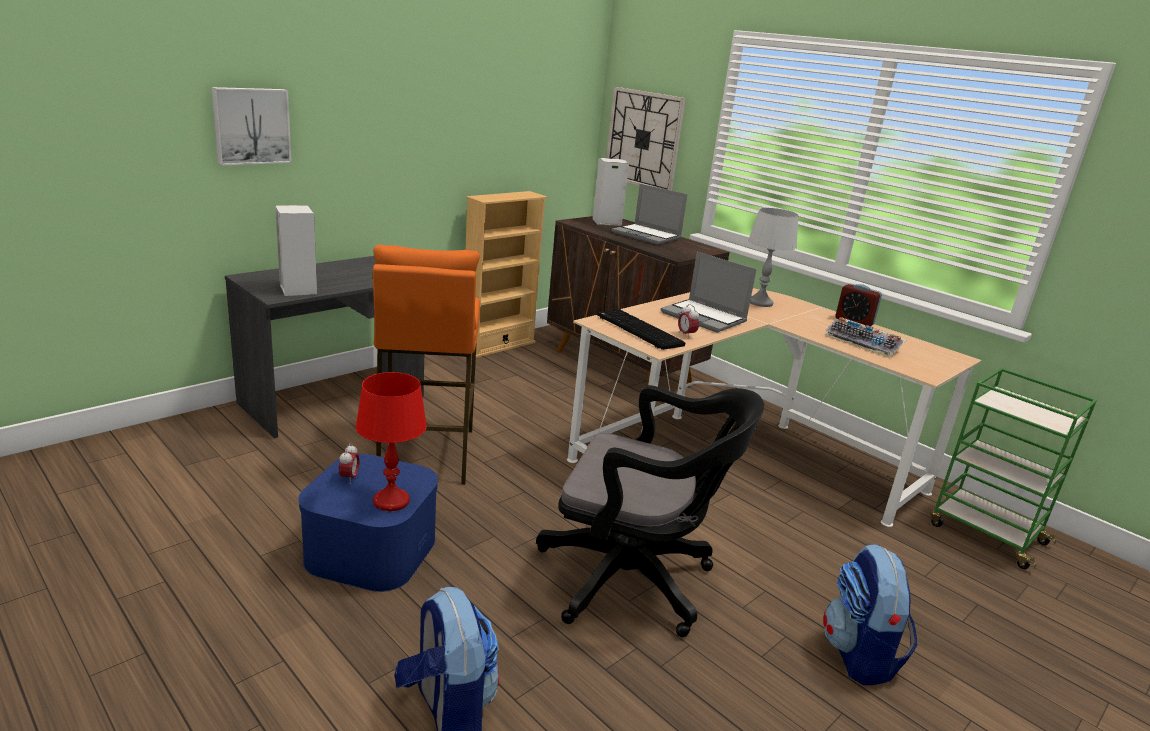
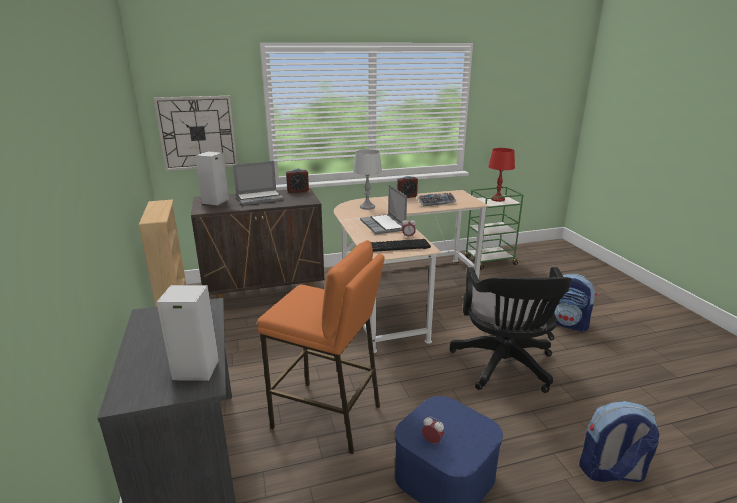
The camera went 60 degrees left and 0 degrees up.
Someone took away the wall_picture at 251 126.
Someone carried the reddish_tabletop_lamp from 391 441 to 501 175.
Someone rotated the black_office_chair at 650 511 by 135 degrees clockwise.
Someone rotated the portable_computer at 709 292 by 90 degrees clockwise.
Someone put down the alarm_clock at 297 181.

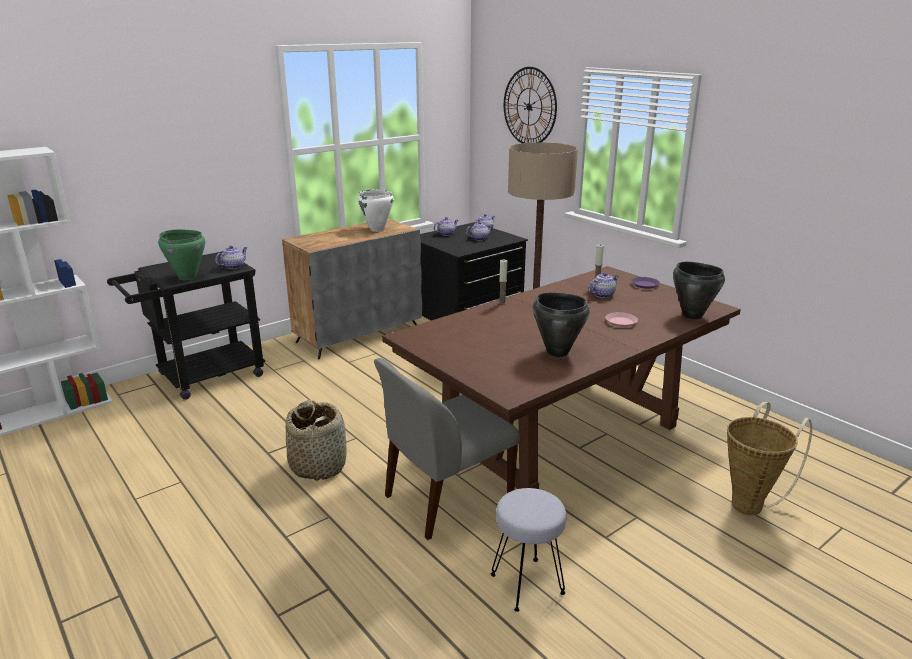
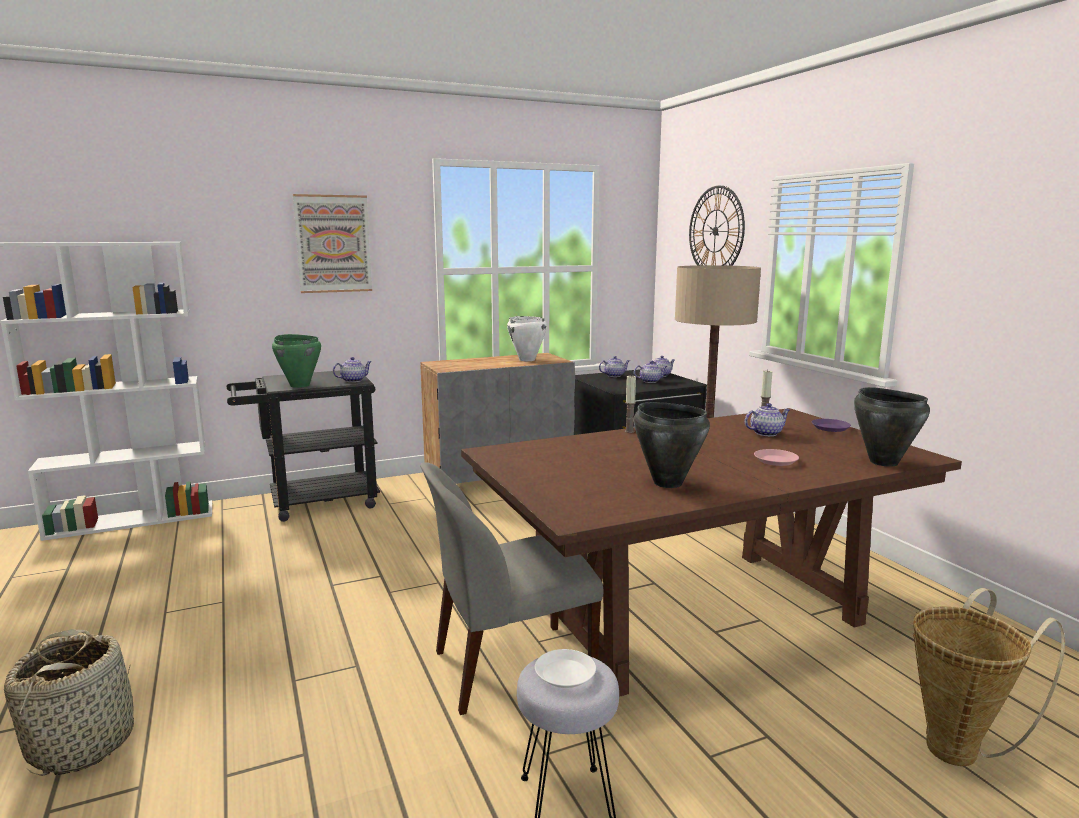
The camera went 15 degrees right and 10 degrees down.
Someone carried the household_basket from 316 440 to 69 702.
Someone put up the wall_picture at 332 243.
Someone put down the whitish_flat_dish at 565 668.

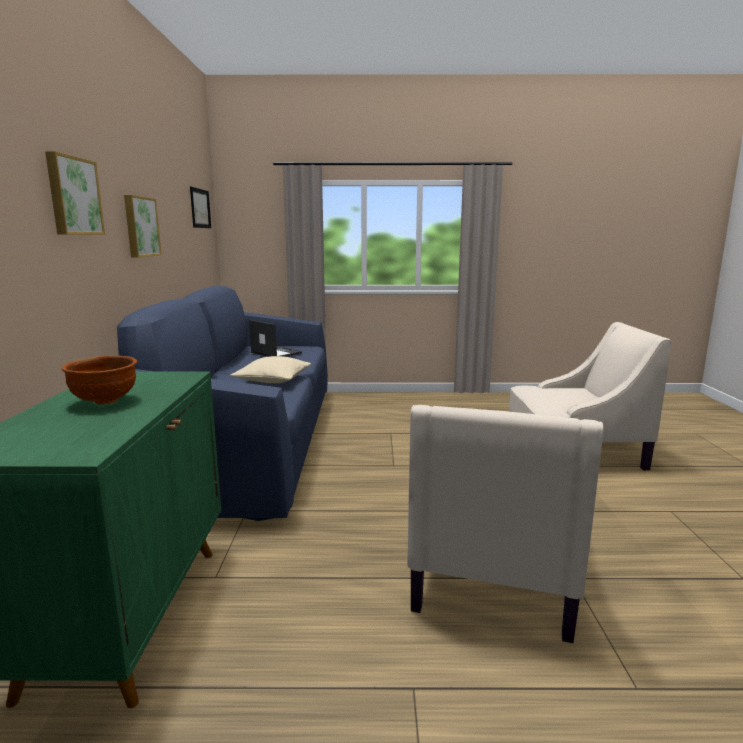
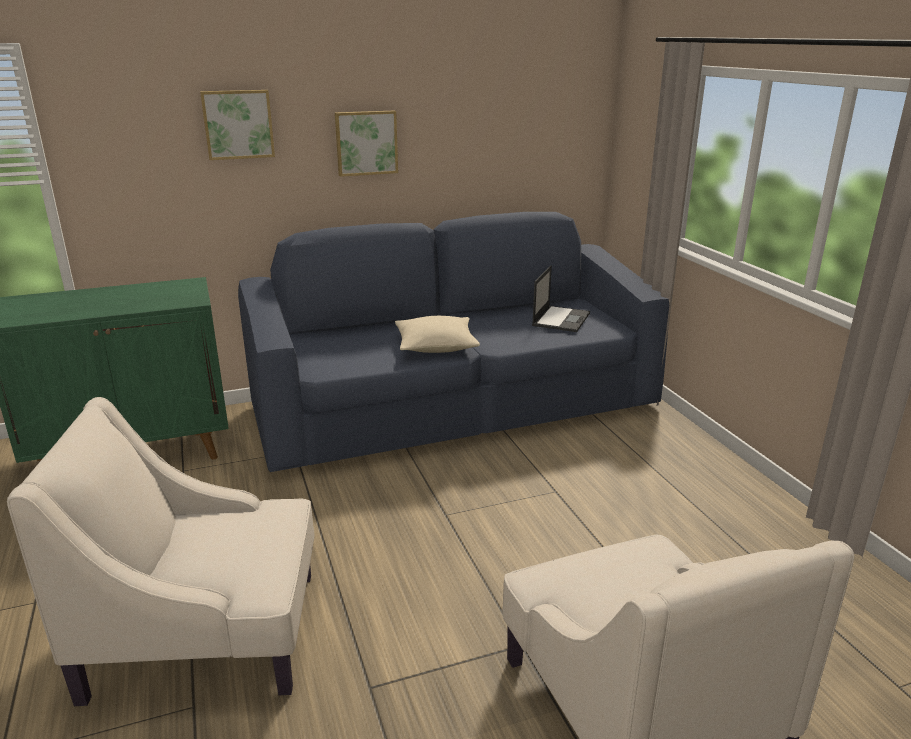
The camera went 70 degrees right and 10 degrees up.
Someone took away the brownish_deep_dish at 99 380.
Someone took away the wall_picture at 200 207.

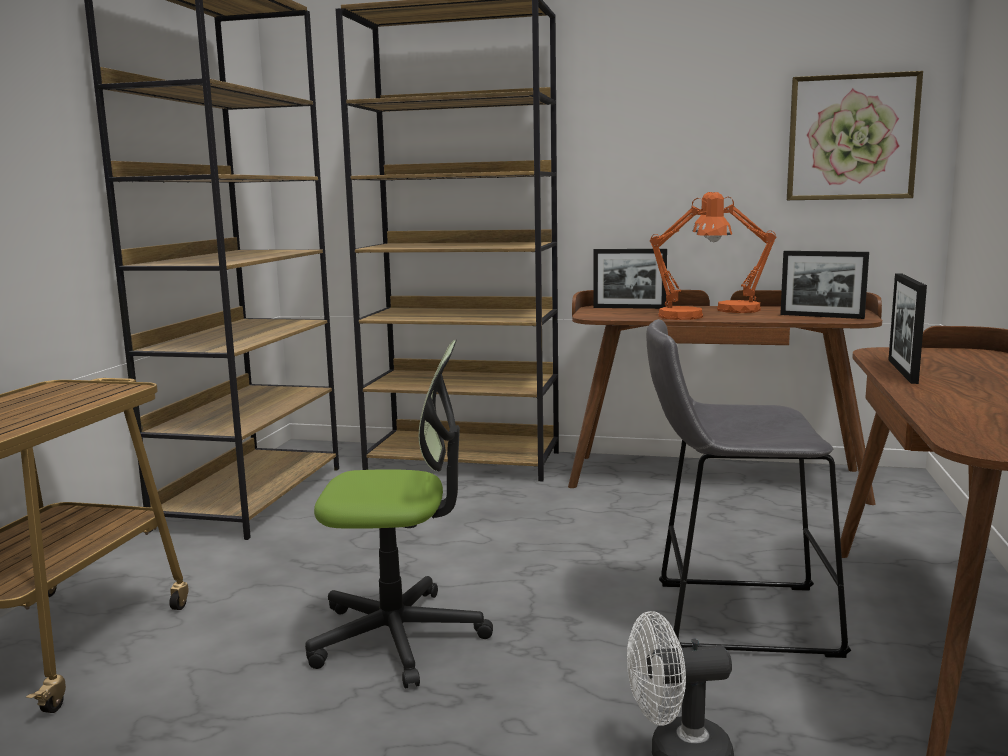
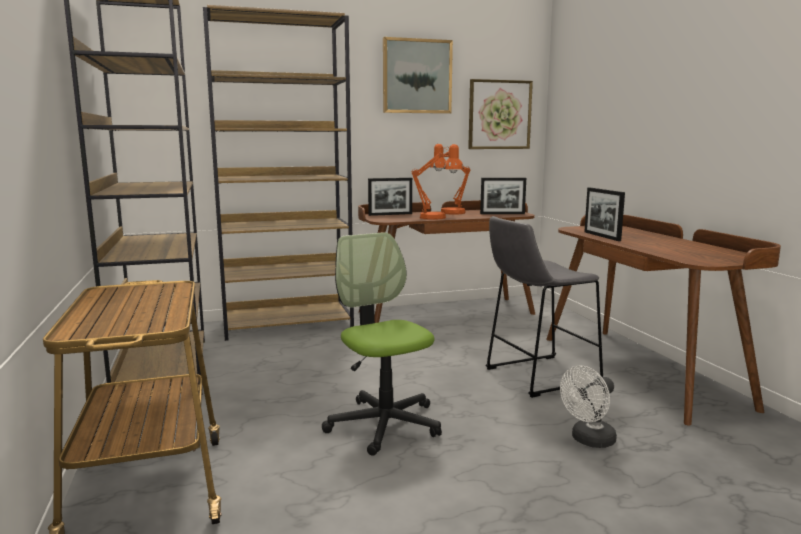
The camera went 30 degrees left and 0 degrees up.
Someone rotated the office_chair at 399 514 by 90 degrees counterclockwise.
Someone put up the wall_picture at 418 75.

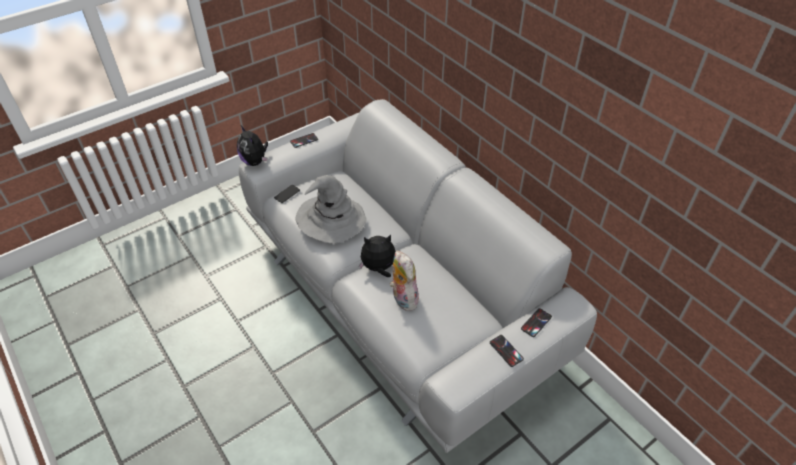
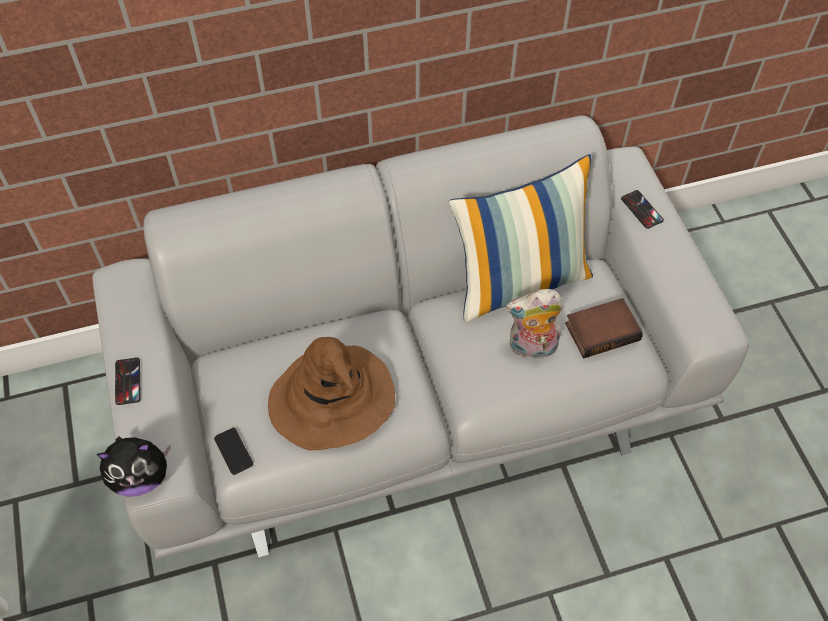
The camera went 70 degrees left and 10 degrees up.
Someone repainted the grey_hat at 330 209, which became the brownish_hat at 331 393.
Someone took away the soft_toy at 377 256.
Someone took away the telephone at 507 351.
Someone put down the pillow at 521 238.
Someone put down the book at 604 328.

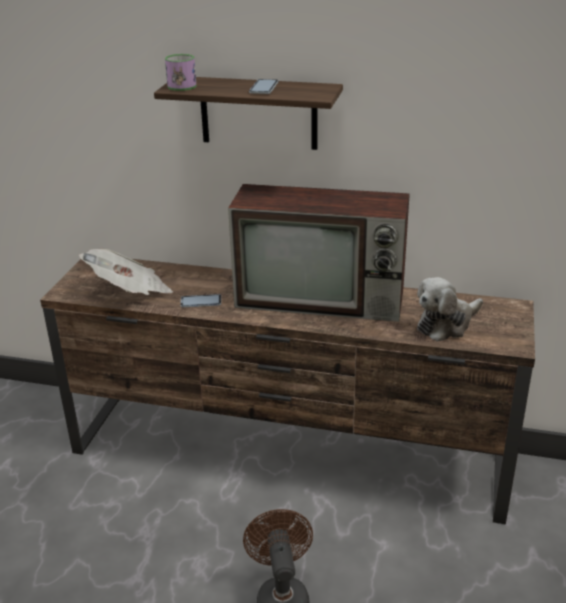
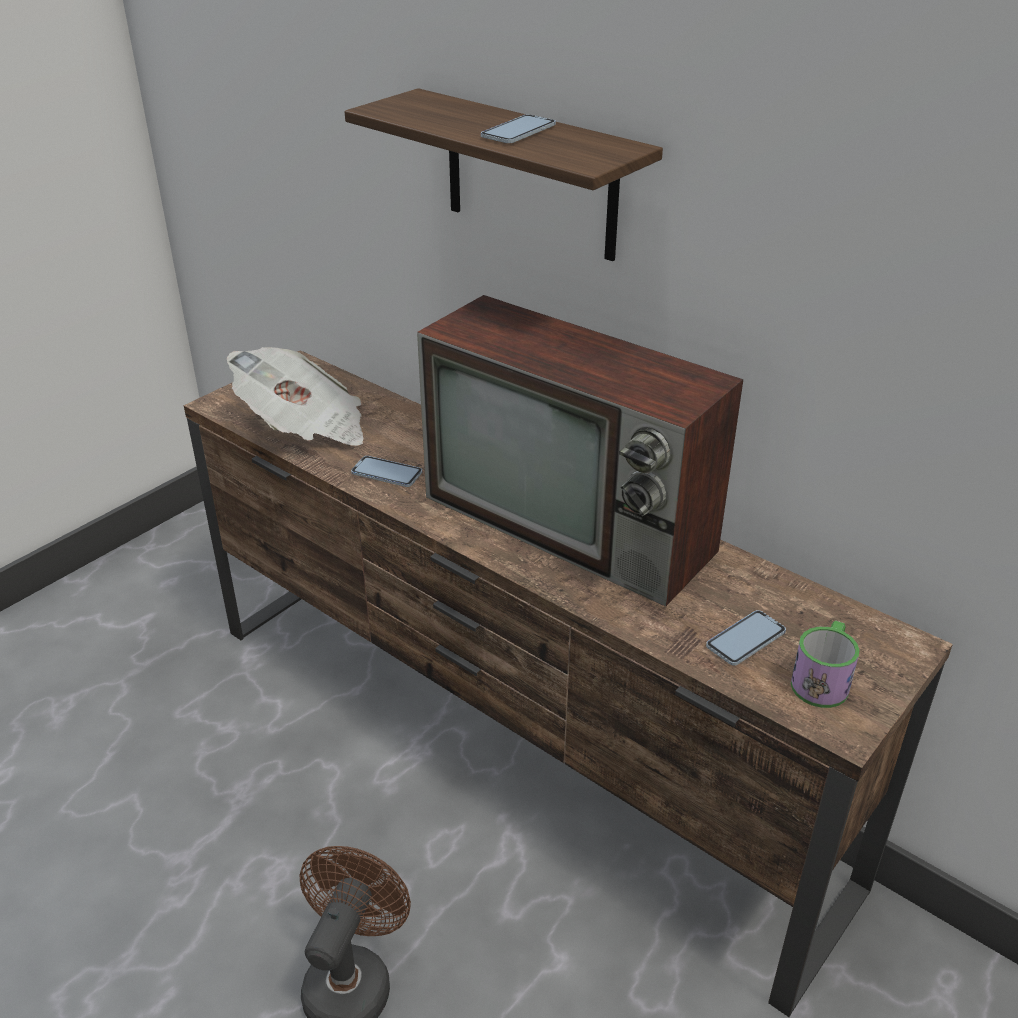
The camera went 25 degrees right and 5 degrees up.
Someone carried the mug from 181 72 to 825 664.
Someone swapped the soft_toy at 450 309 for the telephone at 746 638.

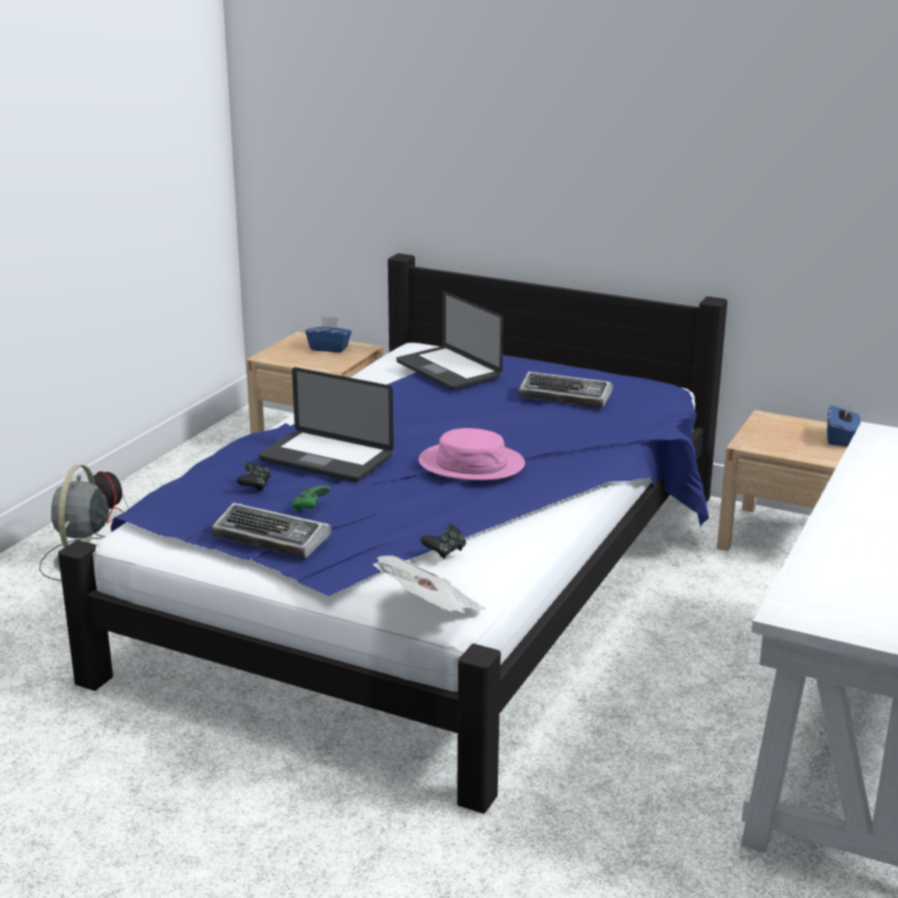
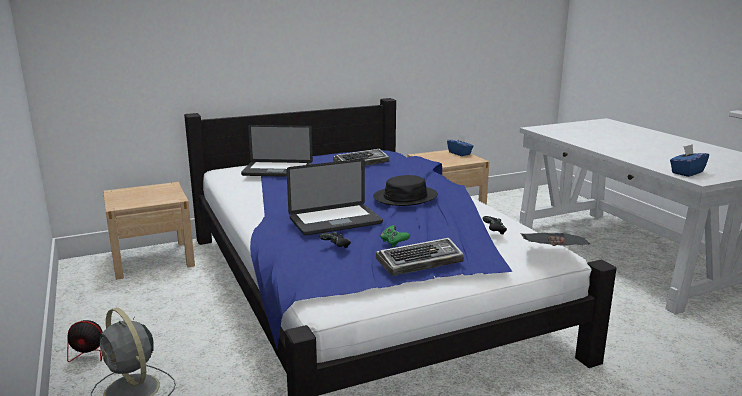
The camera went 50 degrees left and 5 degrees down.
Someone carried the blue_box_of_tissues from 328 334 to 689 160.
Someone repainted the pink-coloured_hat at 472 454, which became the black_hat at 405 190.

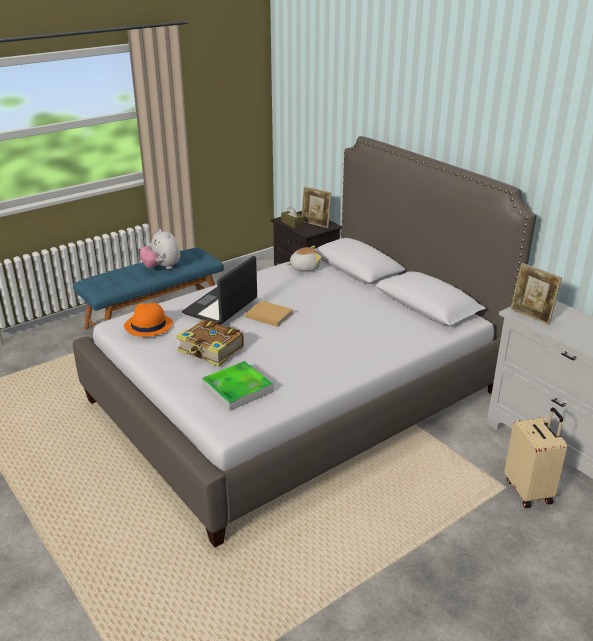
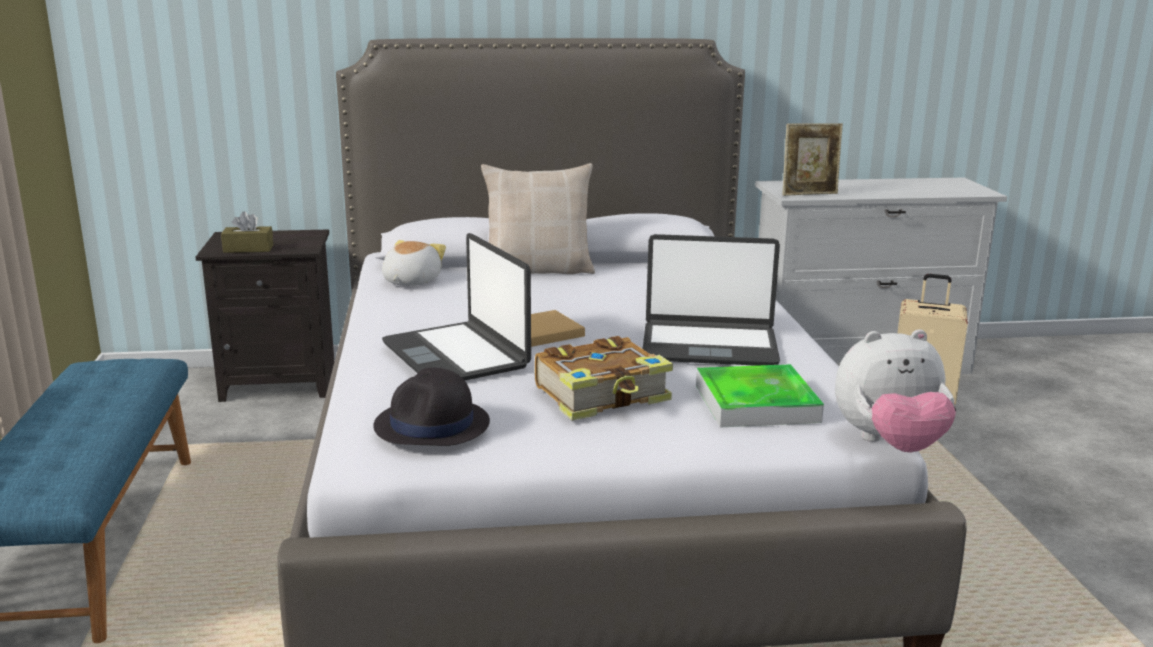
The camera went 60 degrees left and 10 degrees down.
Someone repainted the orangey_hat at 148 320, which became the black_hat at 431 407.
Someone carried the soft_toy from 160 249 to 895 391.
Someone took away the photo_frame at 316 207.
Someone put down the beige-coloured_pillow at 538 218.
Someone put down the portable_computer at 711 300.

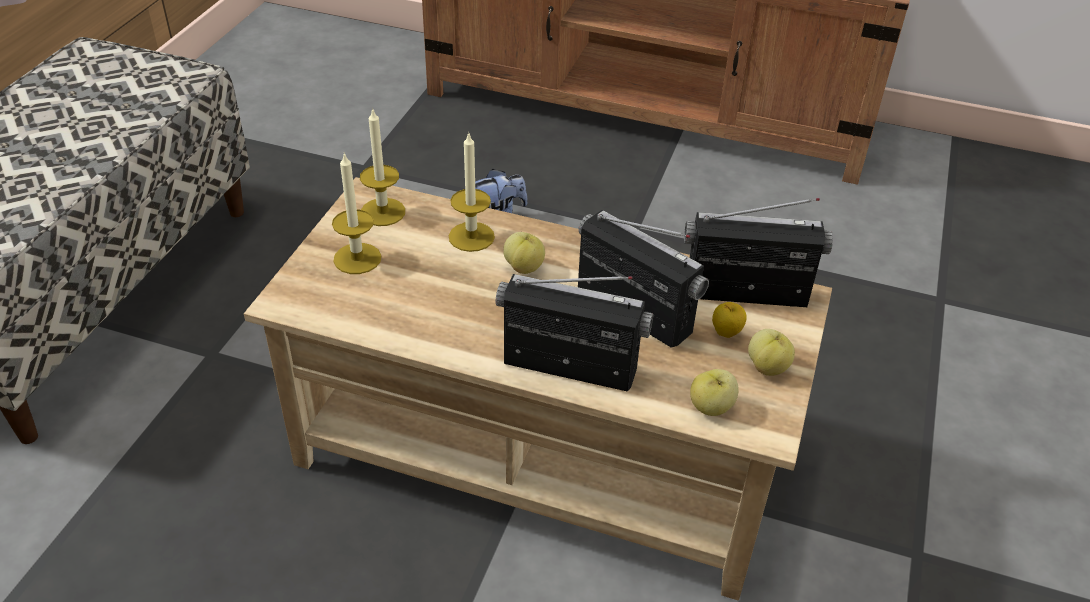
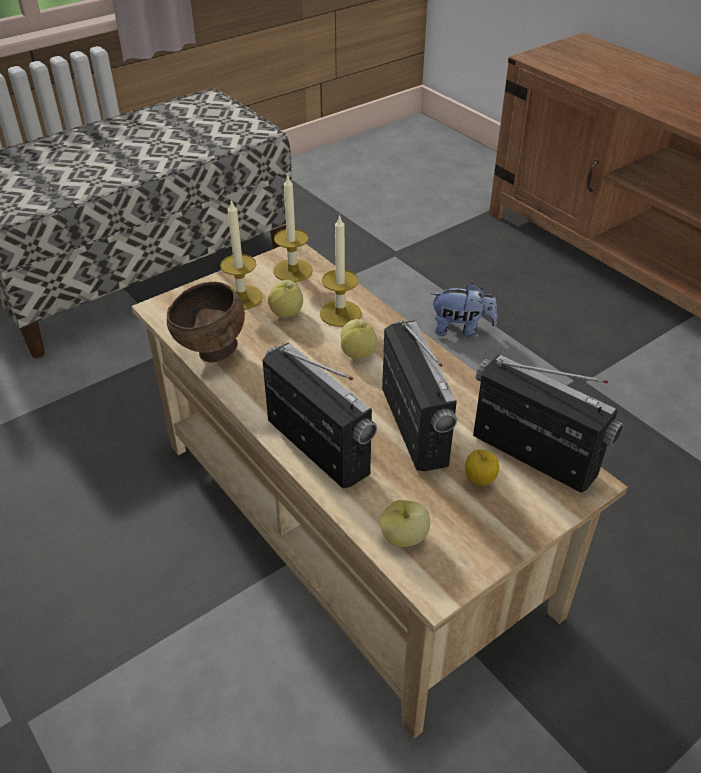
The camera went 35 degrees right and 0 degrees up.
Someone carried the apple_fruit from 771 352 to 285 299.
Someone put down the brownish_deep_dish at 206 322.

